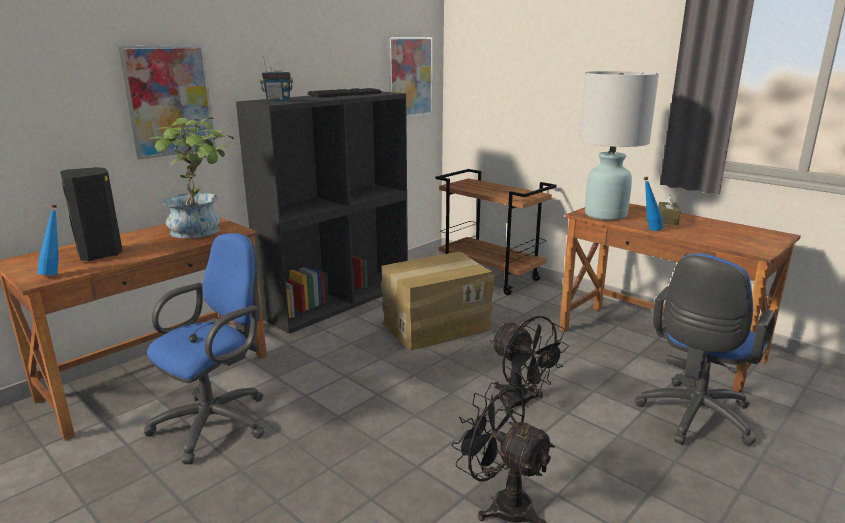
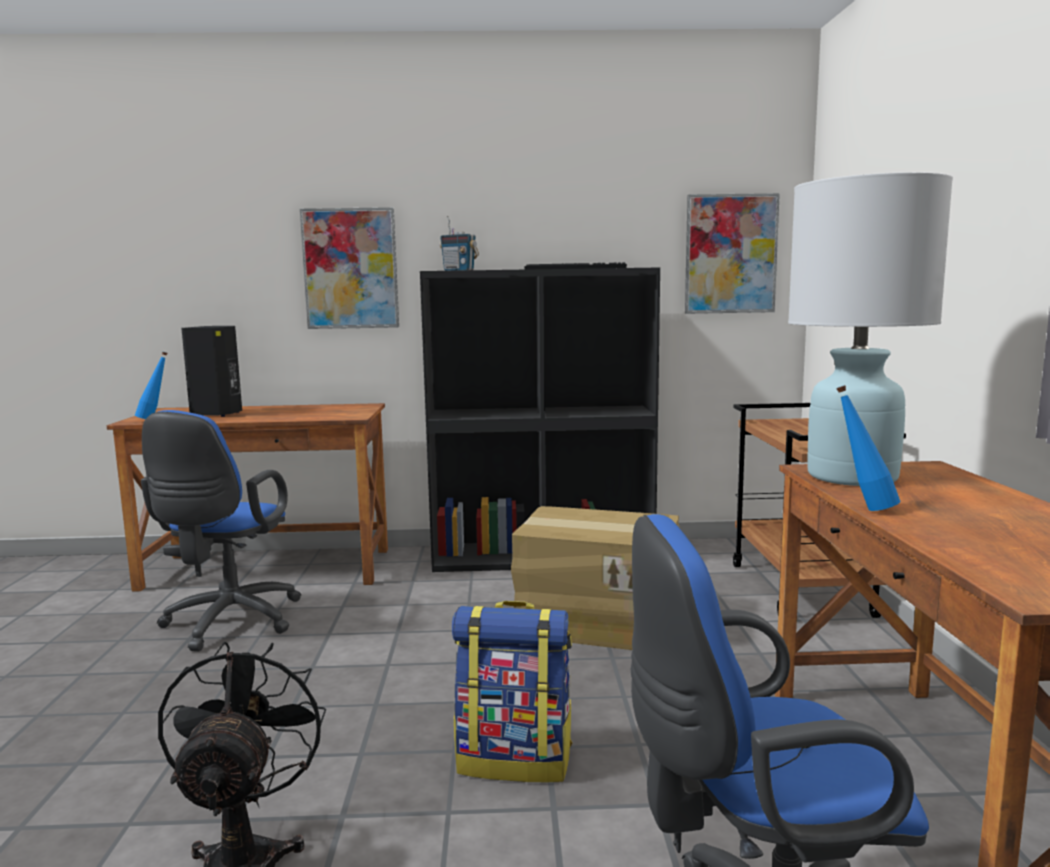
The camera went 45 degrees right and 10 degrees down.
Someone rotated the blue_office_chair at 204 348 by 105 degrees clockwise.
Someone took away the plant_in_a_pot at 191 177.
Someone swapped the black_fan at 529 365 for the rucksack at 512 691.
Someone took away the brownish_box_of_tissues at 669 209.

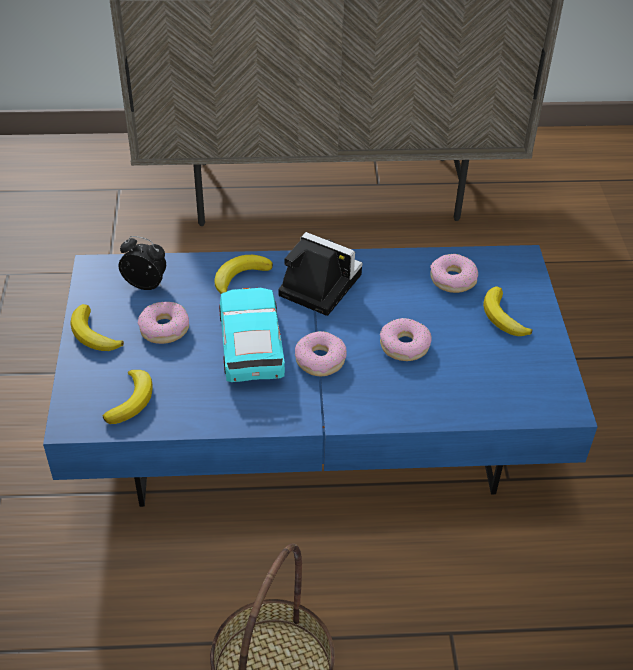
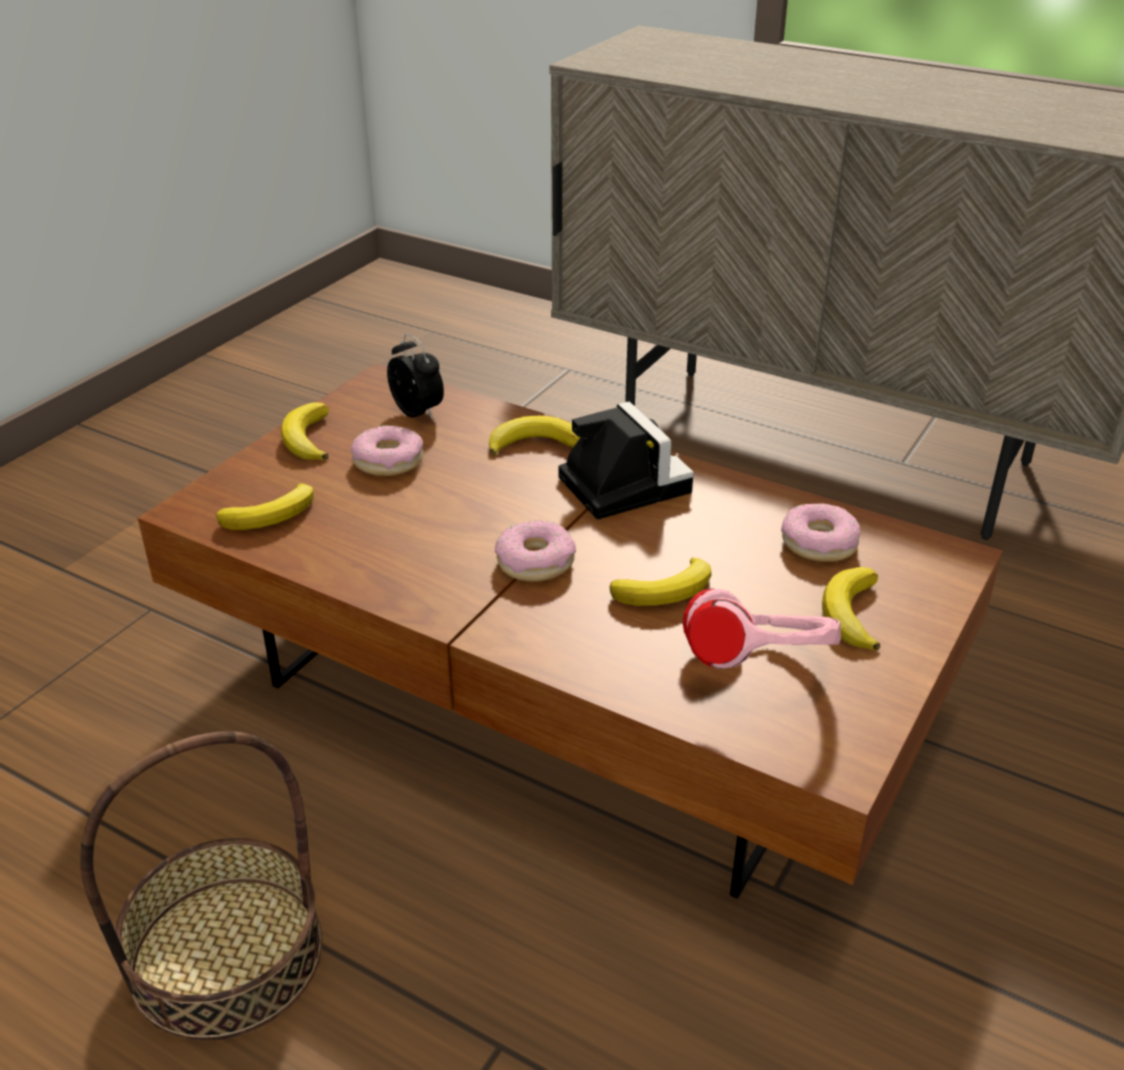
The camera went 35 degrees right and 10 degrees down.
Someone repainted the blue_lounge_table at 320 376, which became the brownish_lounge_table at 570 631.
Someone took away the turquoise_toy_car at 252 335.
Someone swapped the donut at 406 339 for the banana at 660 582.
Someone put down the pink-coloured_pair_of_headphones at 762 628.

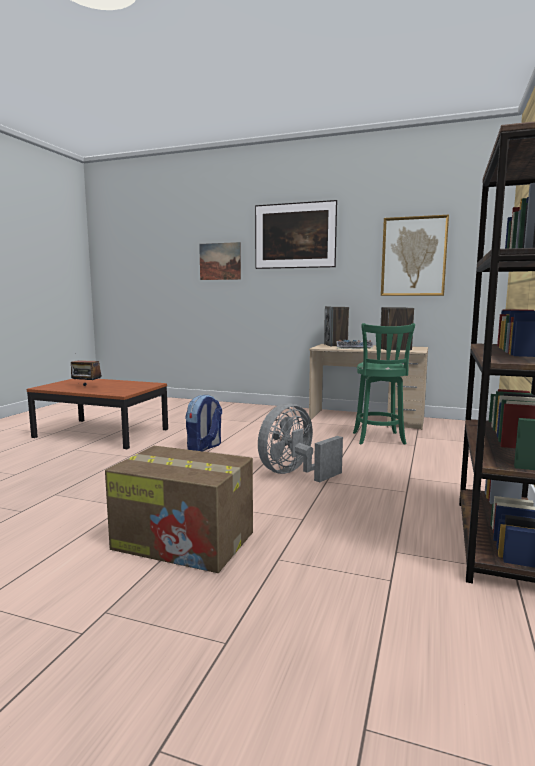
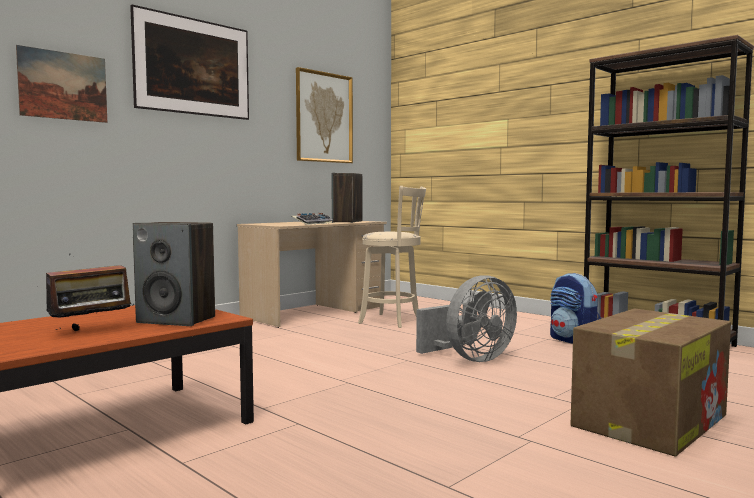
The camera went 65 degrees left and 5 degrees down.
Someone carried the rucksack from 203 423 to 575 308.
Someone rotated the grey_fan at 300 442 by 105 degrees counterclockwise.
Someone carried the loudspeaker from 336 326 to 174 274.
Someone repainted the green-coloured_sitting_stool at 384 384, which became the beige-coloured_sitting_stool at 392 257.

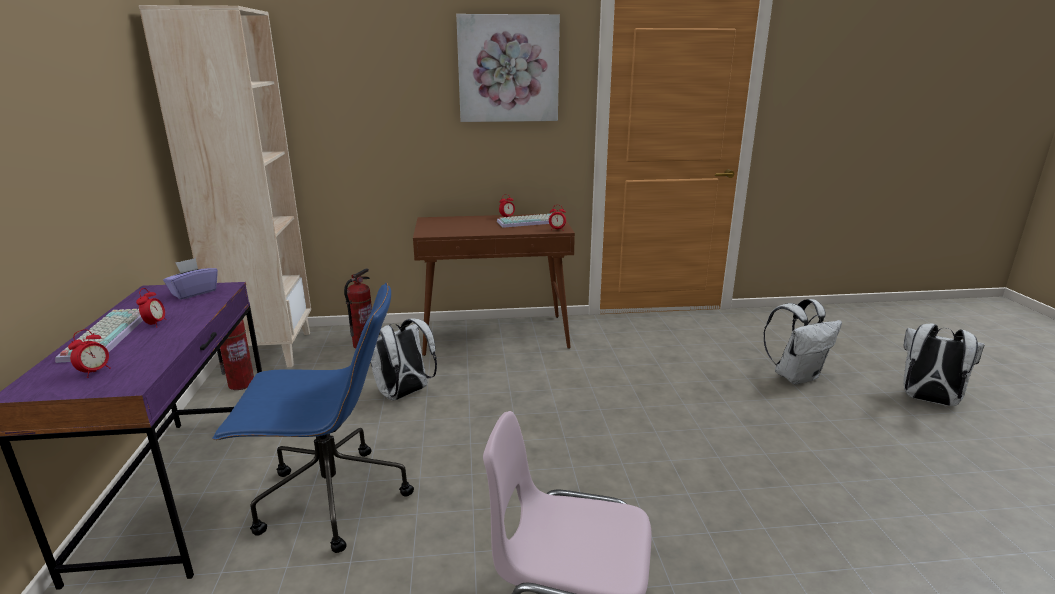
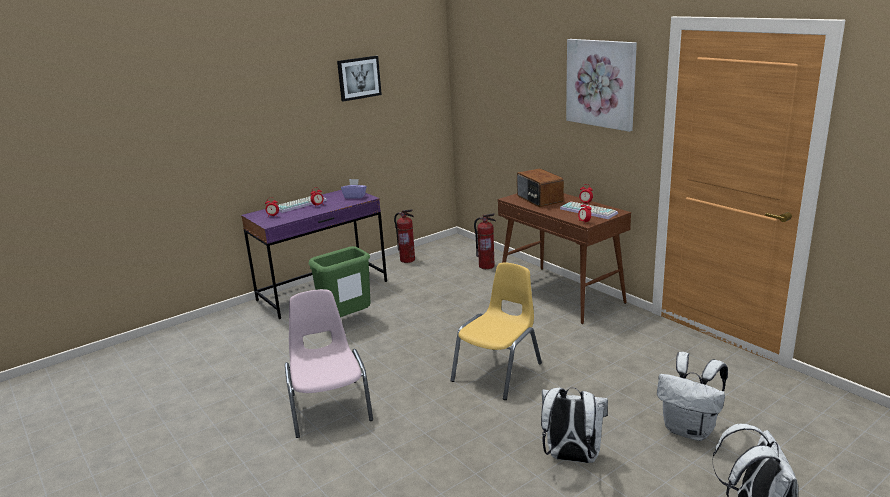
The camera went 60 degrees right and 0 degrees up.
Someone took away the beige-coloured_bookcase at 225 186.
Someone swapped the blue_office_chair at 313 417 for the green-coloured_rubbish_bin at 339 281.
Someone carried the whitish_rucksack from 403 359 to 574 425.
Someone put up the wall_picture at 359 79.
Someone put down the yellow_upright_chair at 496 331.
Someone put down the radio_receiver at 540 187.

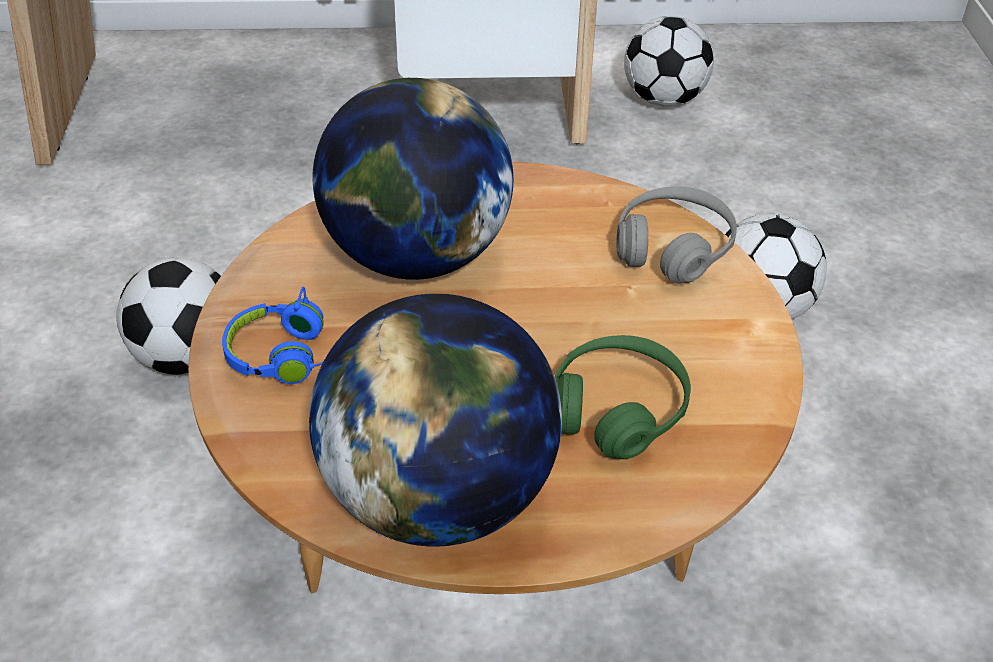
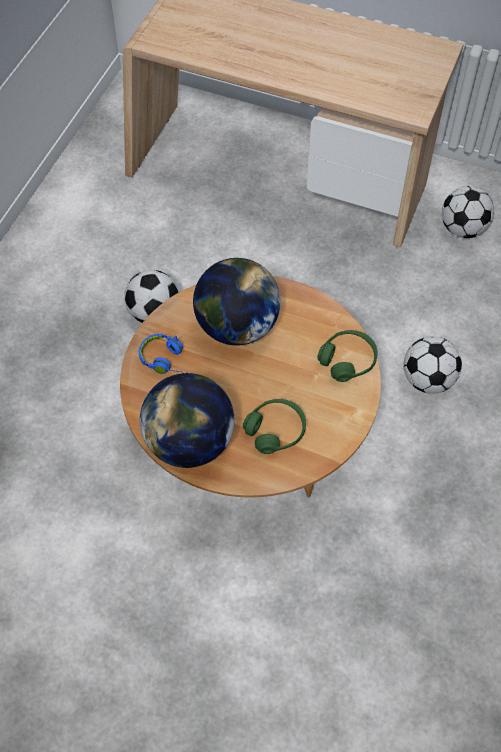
The camera went 25 degrees right and 15 degrees up.
Someone repainted the grey_pair_of_headphones at 676 235, which became the green-coloured_pair_of_headphones at 347 356.

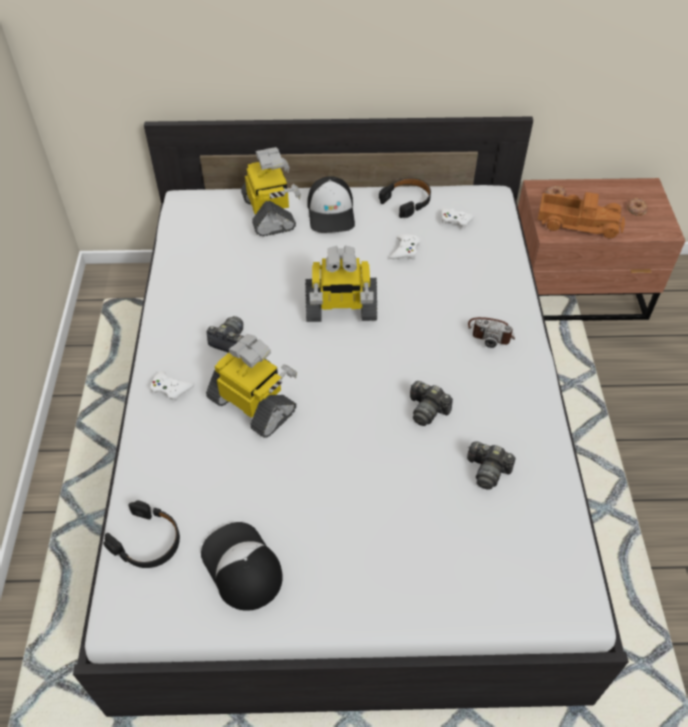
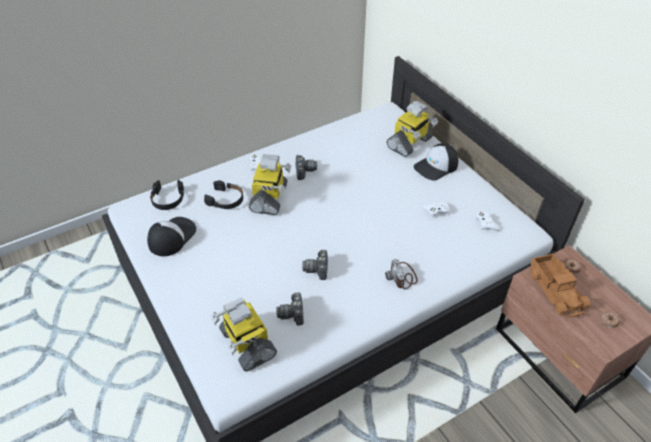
The camera went 60 degrees right and 5 degrees down.
Someone carried the robot_figure from 341 284 to 243 334.
Someone carried the black_pair_of_headphones from 405 198 to 223 195.

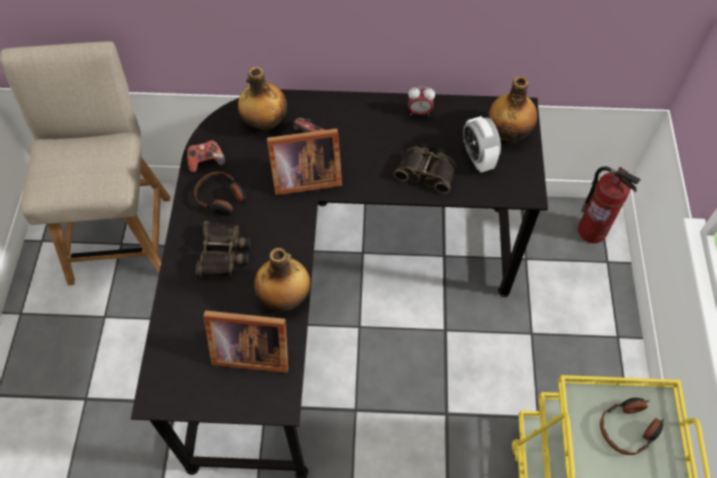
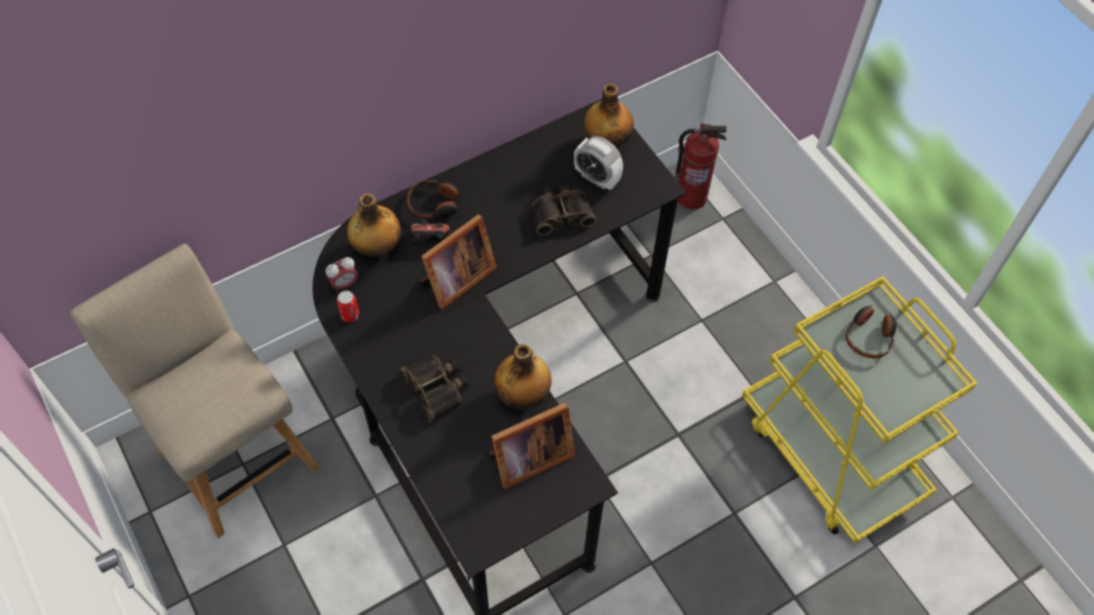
The camera went 35 degrees left and 0 degrees up.
Someone swapped the gamepad at 206 156 for the metal_can at 348 306.
Someone carried the pair_of_headphones from 220 194 to 434 199.
Someone carried the alarm_clock from 421 101 to 342 275.

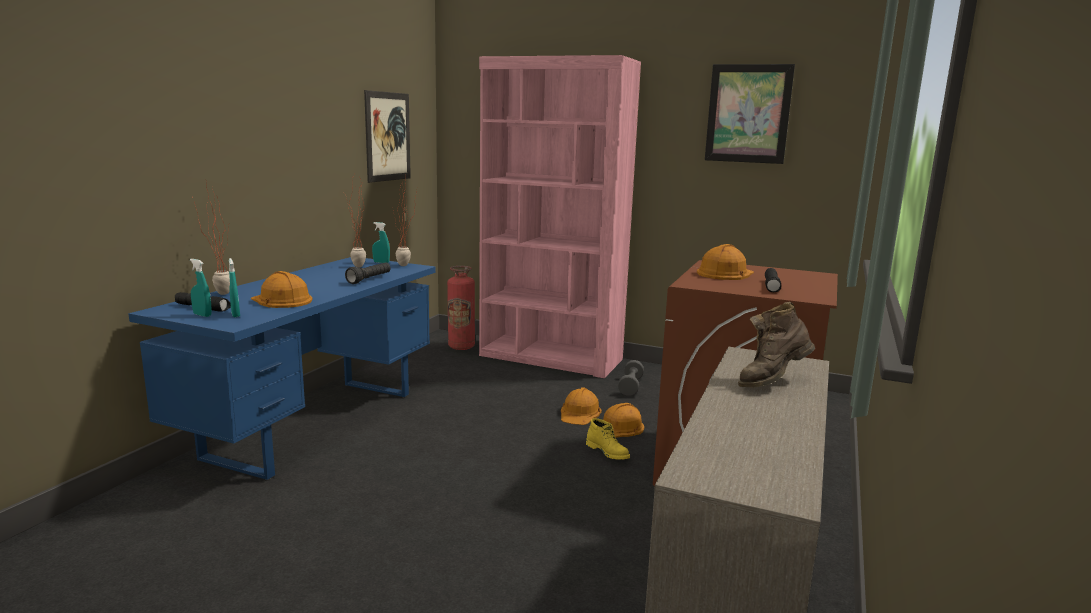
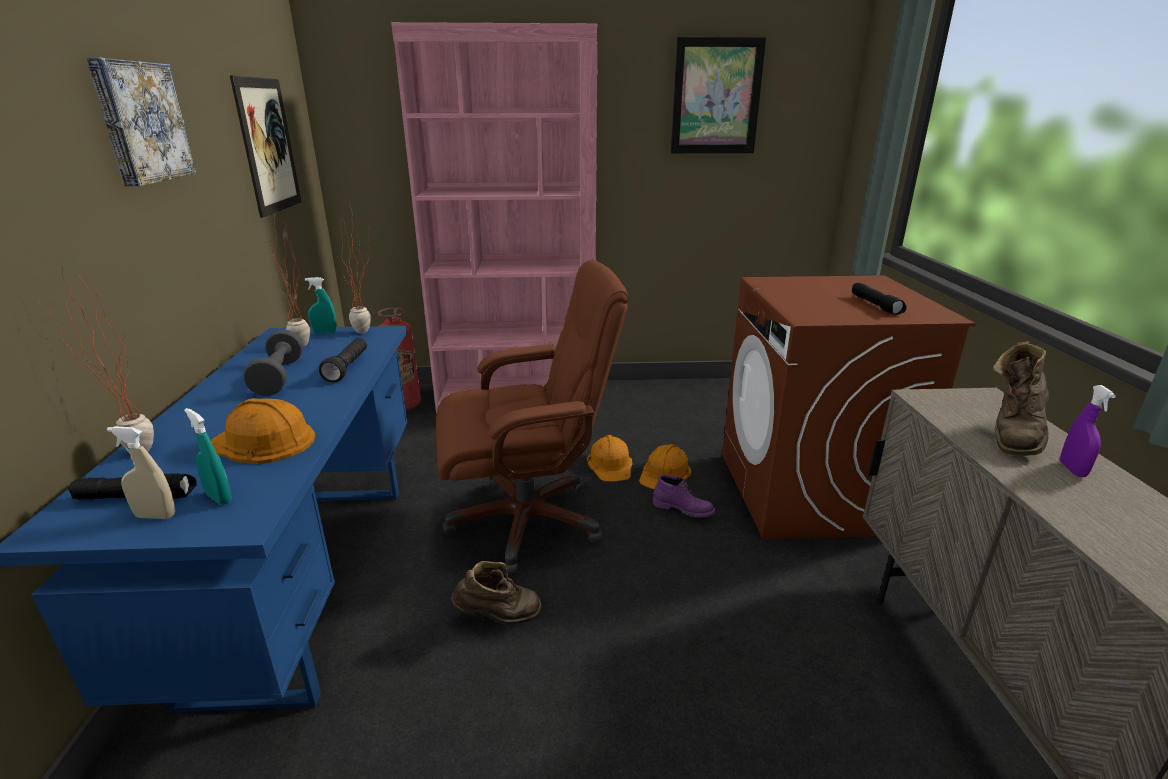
The camera went 25 degrees left and 10 degrees up.
Someone repainted the turquoise_spray_bottle at 201 288, which became the beige-coloured_spray_bottle at 141 472.
Someone repainted the yellow_tall_boot at 608 439, which became the purple-coloured_tall_boot at 684 496.
Someone carried the grey_hand_weight from 631 378 to 273 362.
Someone took away the orangey_safety_helmet at 725 262.
Someone put up the wall_picture at 141 122.
Someone put down the brownish_office_chair at 532 417.
Someone put down the brownish_tall_boot at 496 593.
Someone put down the purple-coloured_spray_bottle at 1088 431.

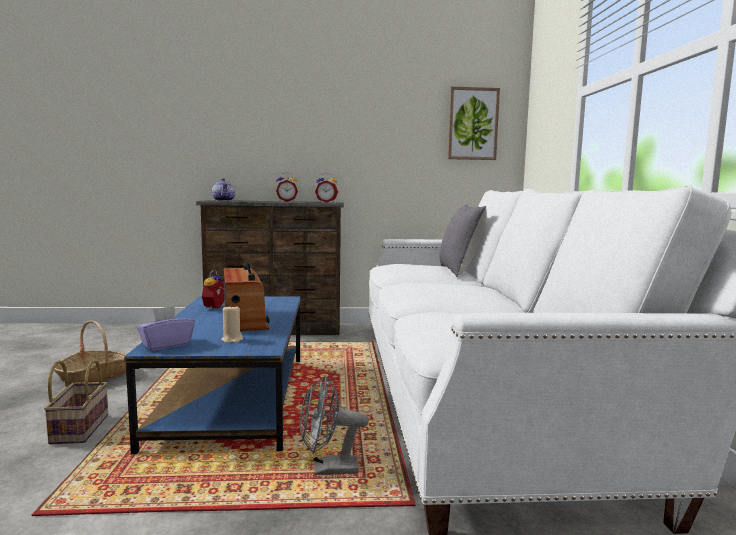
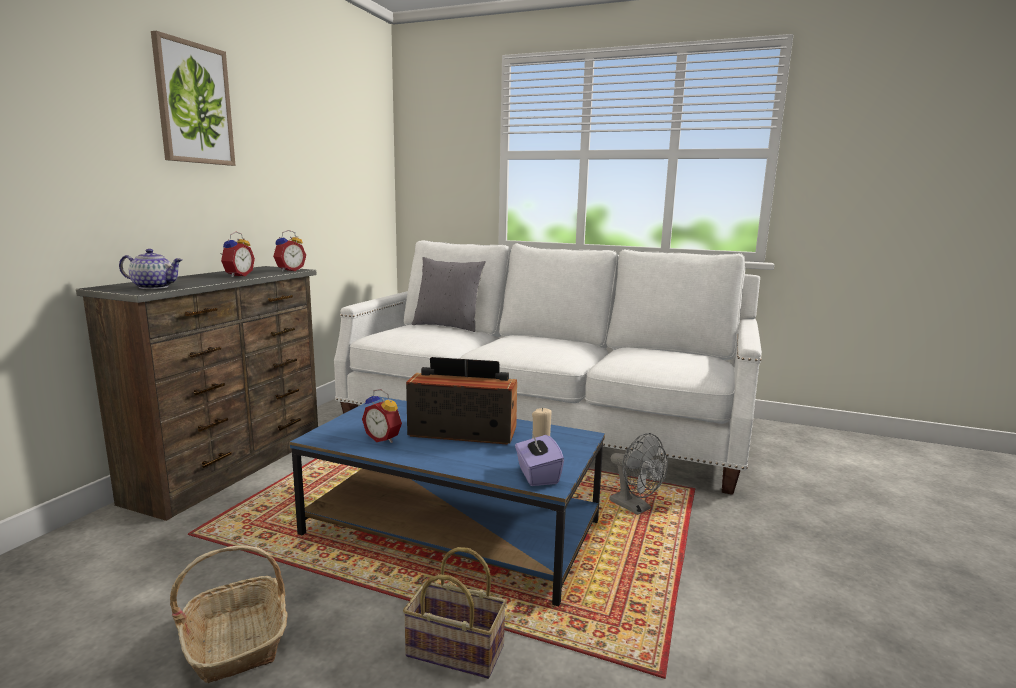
The camera went 65 degrees left and 5 degrees up.
Someone rotated the grey_fan at 334 425 by 60 degrees counterclockwise.
Someone carried the wall_picture from 474 123 to 193 98.

